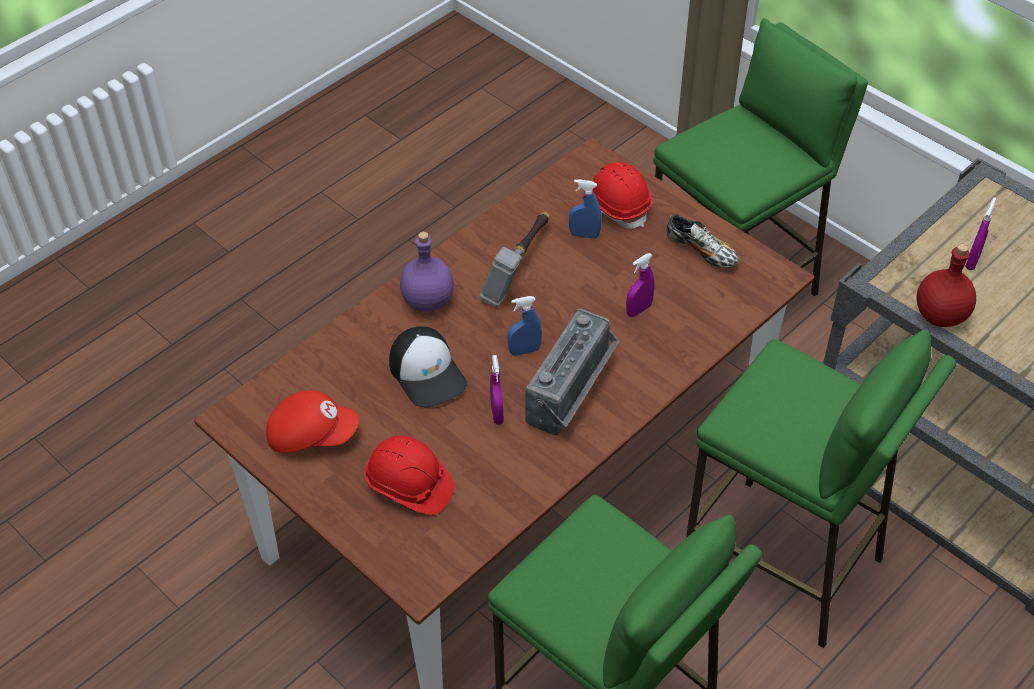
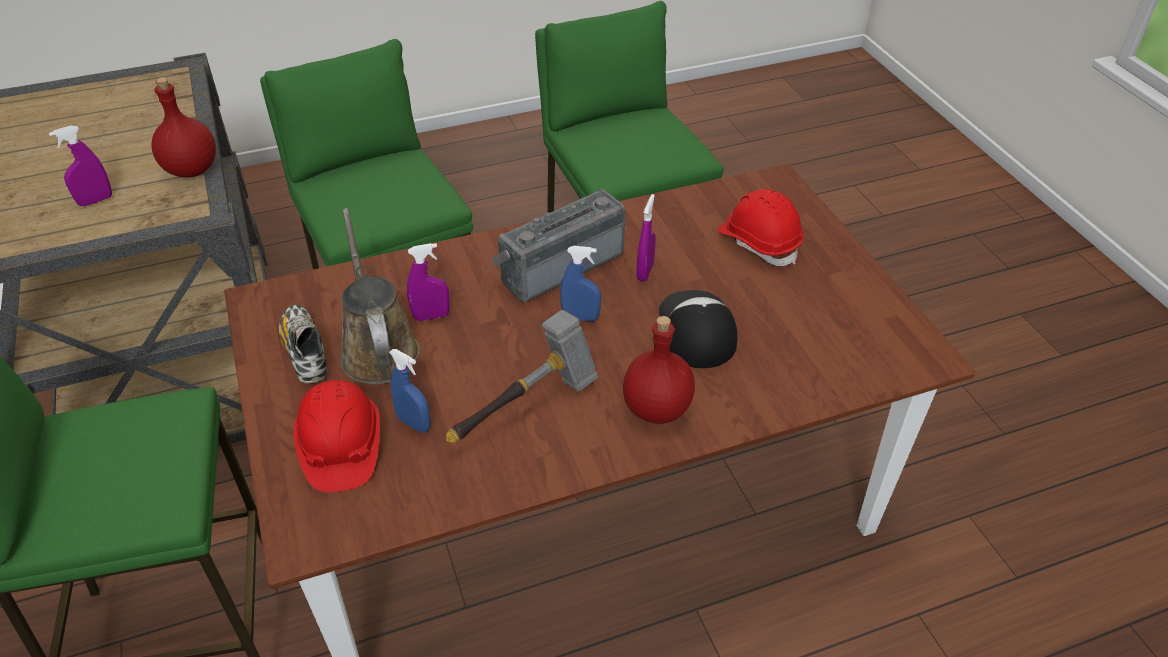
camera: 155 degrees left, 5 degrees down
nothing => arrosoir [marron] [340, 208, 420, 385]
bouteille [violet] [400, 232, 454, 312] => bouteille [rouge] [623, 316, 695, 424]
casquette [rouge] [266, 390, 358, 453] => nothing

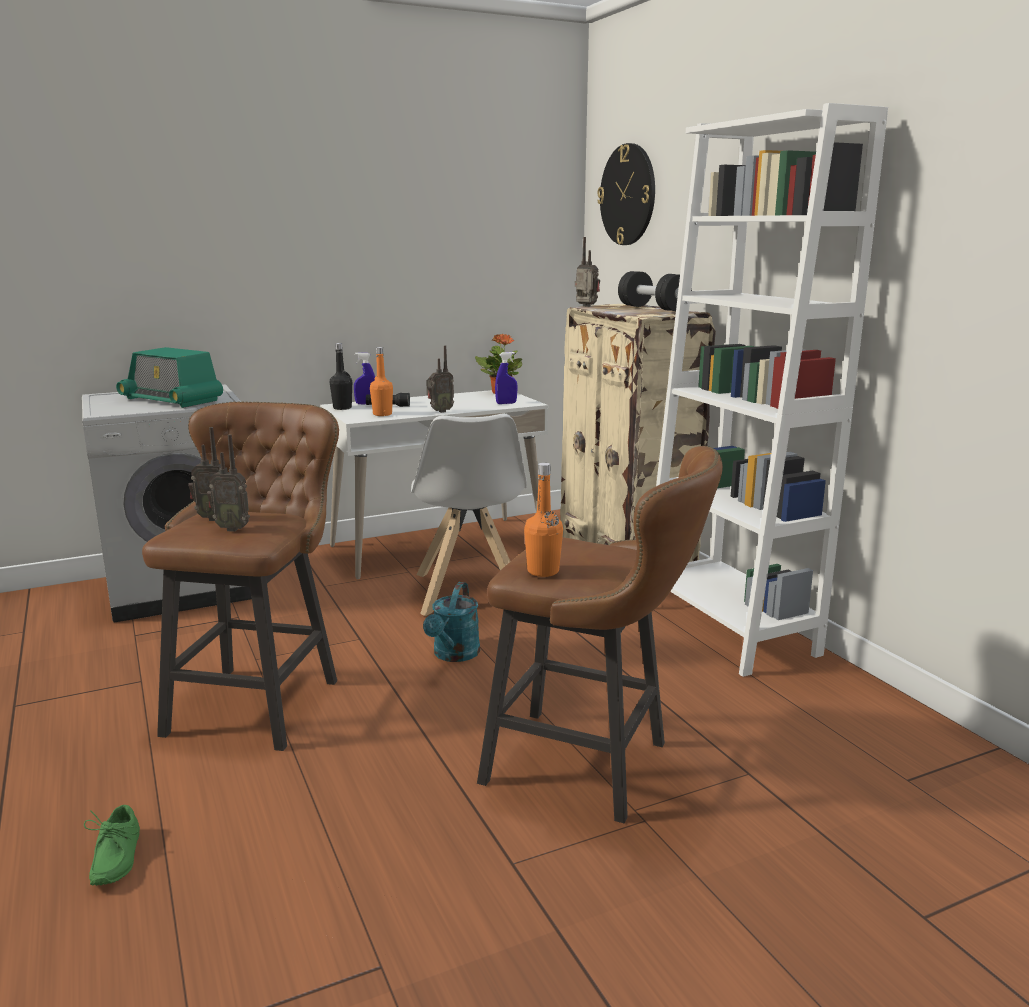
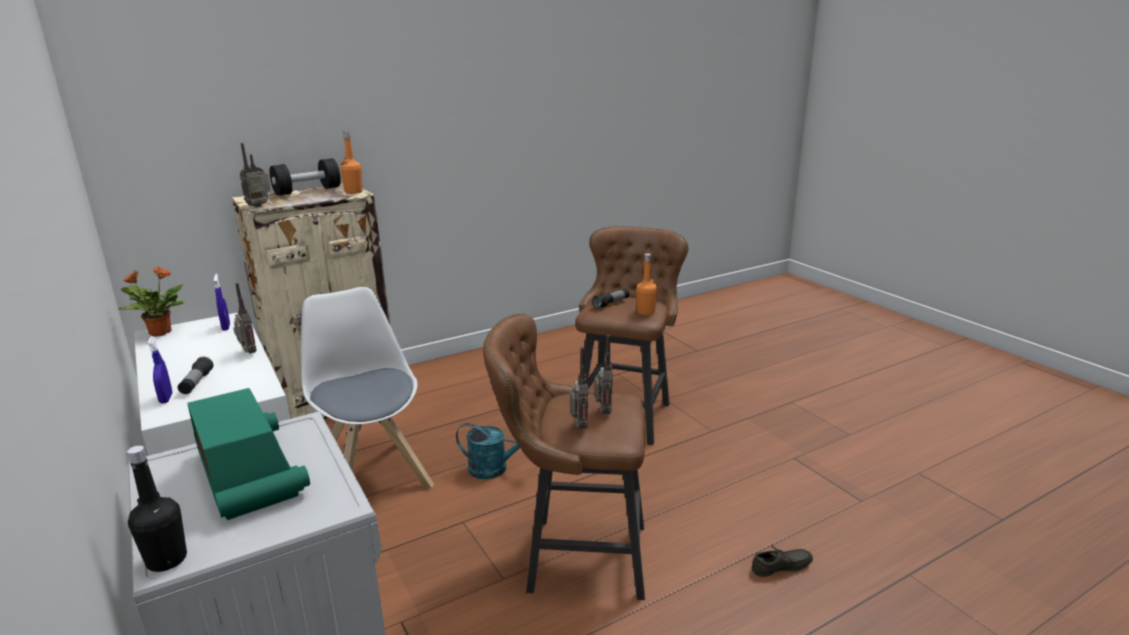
camera: 95 degrees left, 5 degrees up
bouteille [noir] [330, 343, 352, 410] => bouteille [noir] [127, 446, 187, 572], moved
radio [116, 347, 223, 408] => radio [187, 388, 310, 520], 60 degrees counterclockwise
chaise [411, 413, 527, 616] => chaise [301, 287, 434, 488], 105 degrees counterclockwise
bouteille [orange] [370, 347, 393, 416] => bouteille [orange] [340, 132, 363, 194], moved
nothing => lampe de poche [592, 289, 629, 309]
chaussure [vert] [84, 805, 140, 886] => chaussure [gris] [752, 545, 813, 577]
horloge murale [597, 143, 655, 245] => nothing
bibliothèque [blanc] [656, 103, 888, 677] => nothing

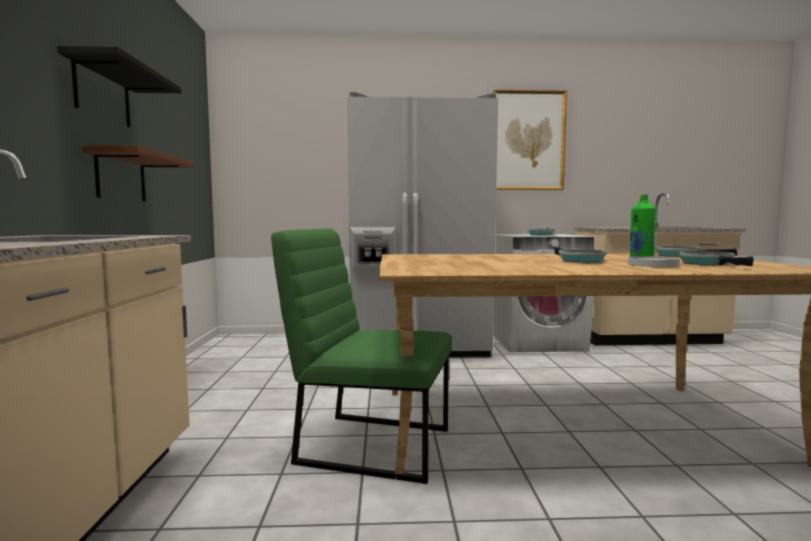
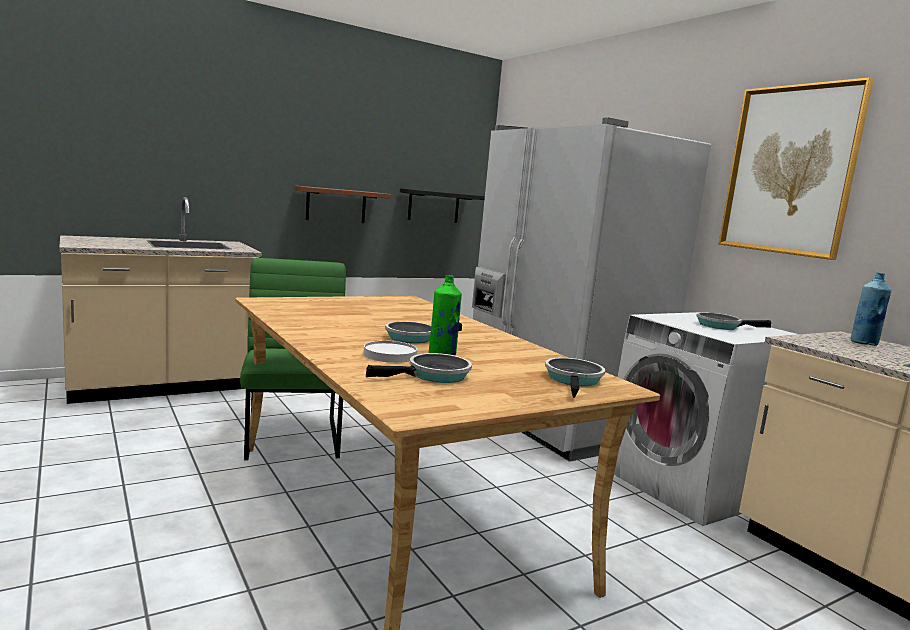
camera: 60 degrees right, 5 degrees up
étagère [noir] [57, 46, 182, 127] => étagère [noir] [400, 188, 485, 223], moved
nothing => bouteille [bleu] [851, 273, 892, 346]

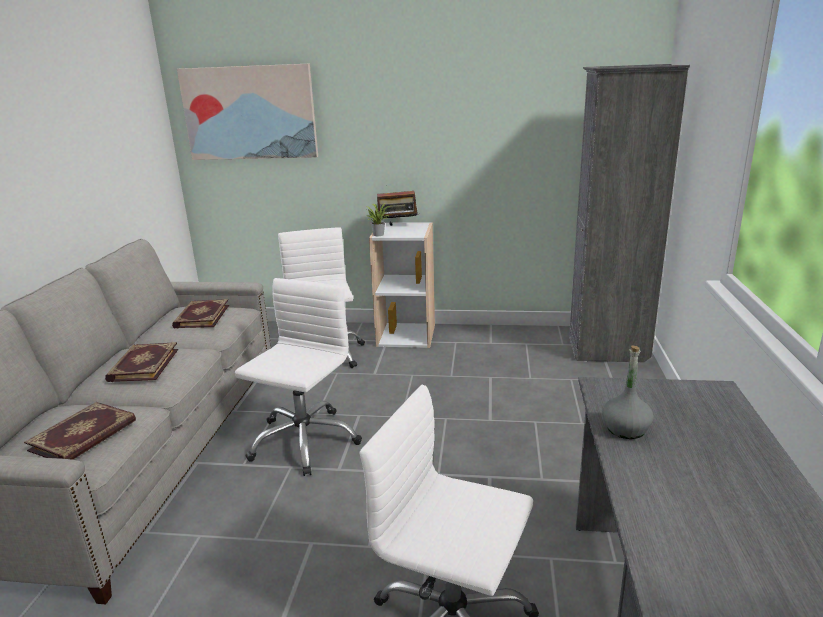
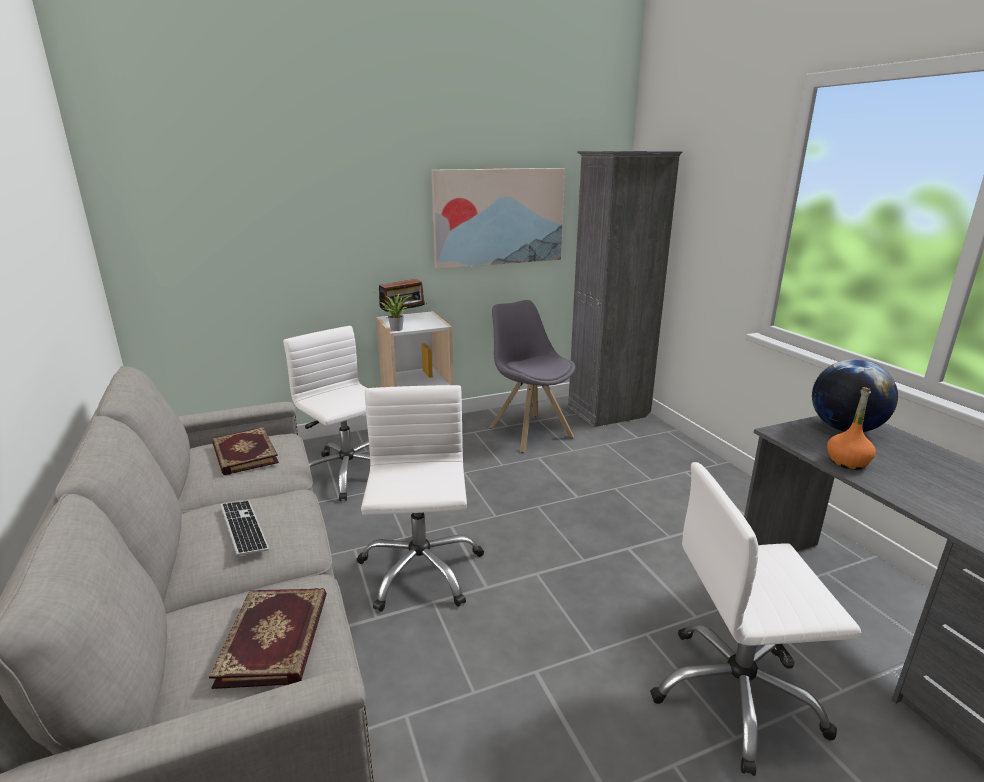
camera: 30 degrees left, 0 degrees up
livre [105, 342, 178, 382] => clavier [221, 501, 269, 557]
tableau [177, 64, 318, 160] => tableau [431, 168, 565, 269], moved
nothing => chaise [gris] [489, 300, 575, 453]
nothing => globe [812, 359, 898, 432]
bouteille [gris] [602, 345, 654, 439] => bouteille [orange] [827, 387, 876, 470]

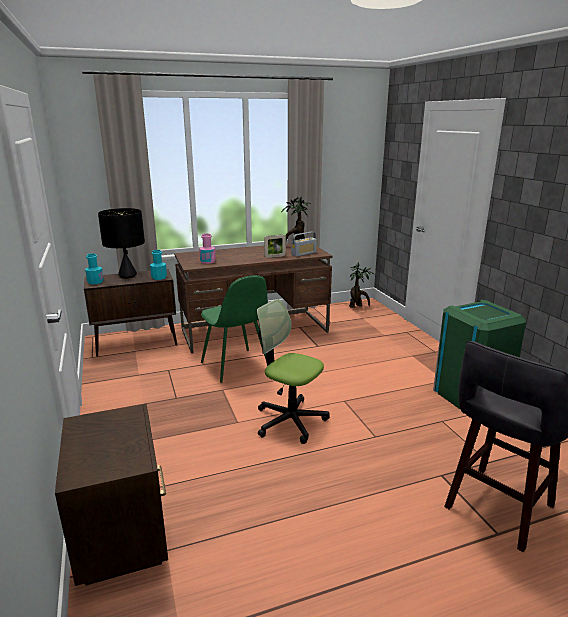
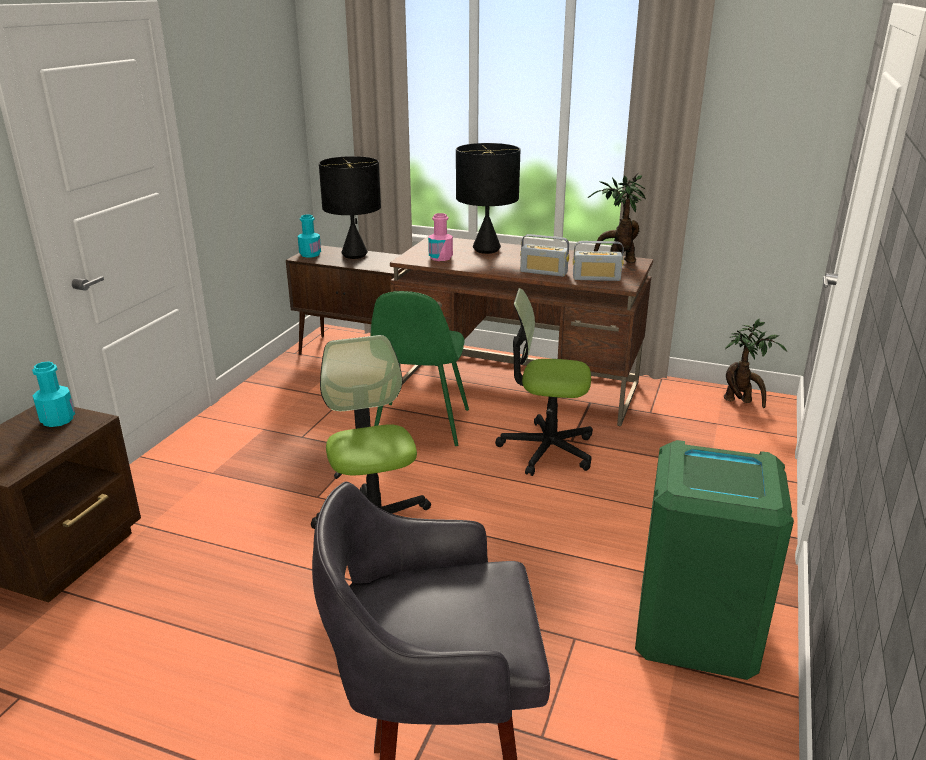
camera: 40 degrees right, 5 degrees up
bouteille [turquoise] [150, 250, 167, 280] => bouteille [turquoise] [32, 361, 75, 427], moved
nothing => lampe de table [noir] [456, 143, 520, 254]
nothing => chaise de bureau [495, 288, 593, 476]
cadre photo [264, 235, 286, 258] => radio [520, 234, 569, 277]

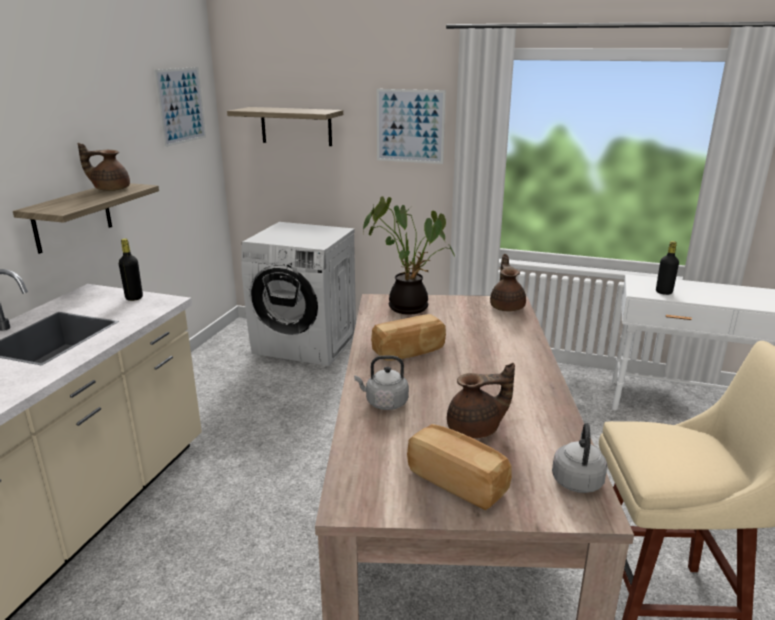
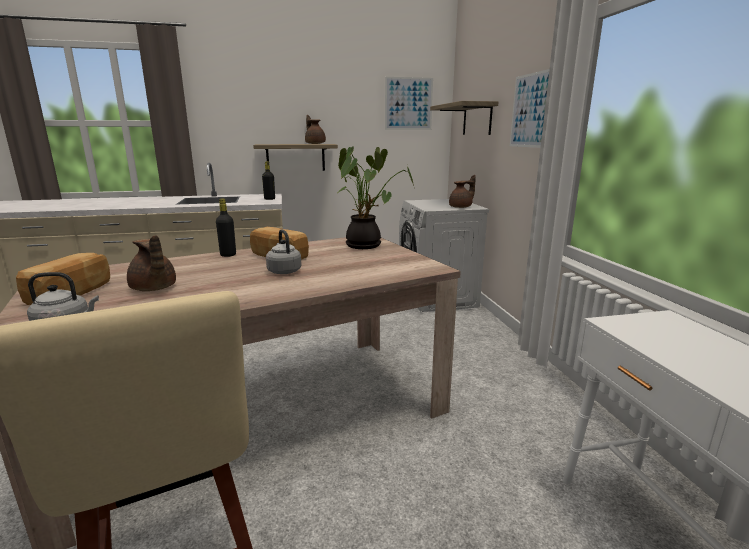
camera: 60 degrees right, 5 degrees down
bouteille [noir] [656, 241, 679, 295] => bouteille [noir] [216, 199, 236, 257], moved
bouilloire [gris] [354, 356, 409, 410] => bouilloire [gris] [266, 229, 301, 274], moved
théière [marron] [490, 254, 526, 311] => théière [marron] [449, 175, 476, 208], moved

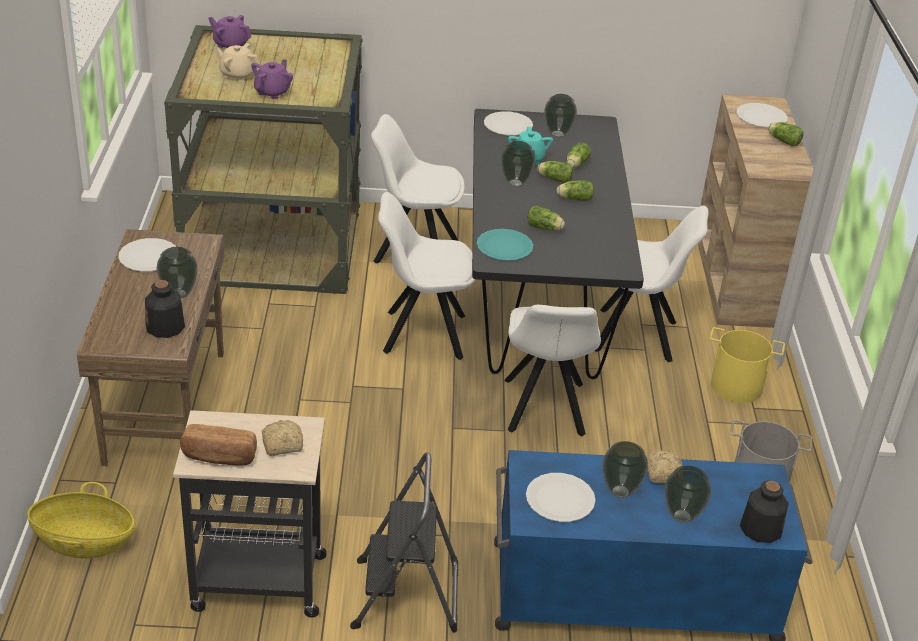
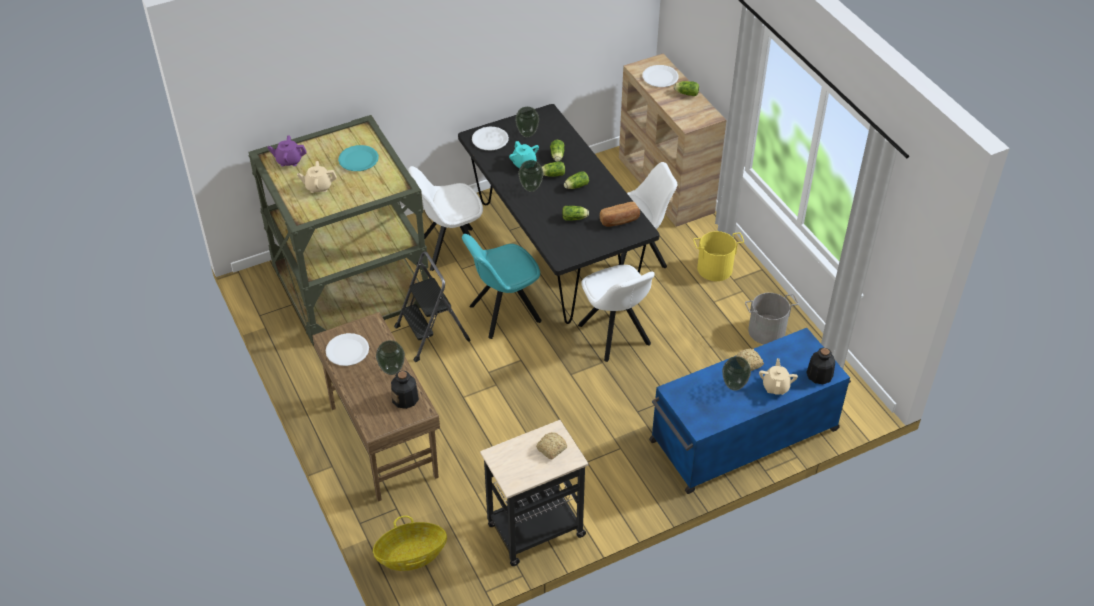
camera: 25 degrees left, 10 degrees up
assiette [turquoise] [477, 229, 533, 261] => assiette [turquoise] [338, 145, 379, 171], moved
escabeau [noir] [350, 453, 458, 633] => escabeau [noir] [394, 251, 471, 362], moved
chaise [blanc] [378, 192, 476, 360] => chaise [turquoise] [462, 234, 542, 339]
pain [180, 424, 257, 466] => pain [600, 202, 640, 227], moved
vase [665, 465, 711, 523] => théière [beige] [759, 358, 798, 395]
théière [violet] [251, 59, 293, 99] => nothing
assiette [blanc] [526, 473, 595, 522] => nothing

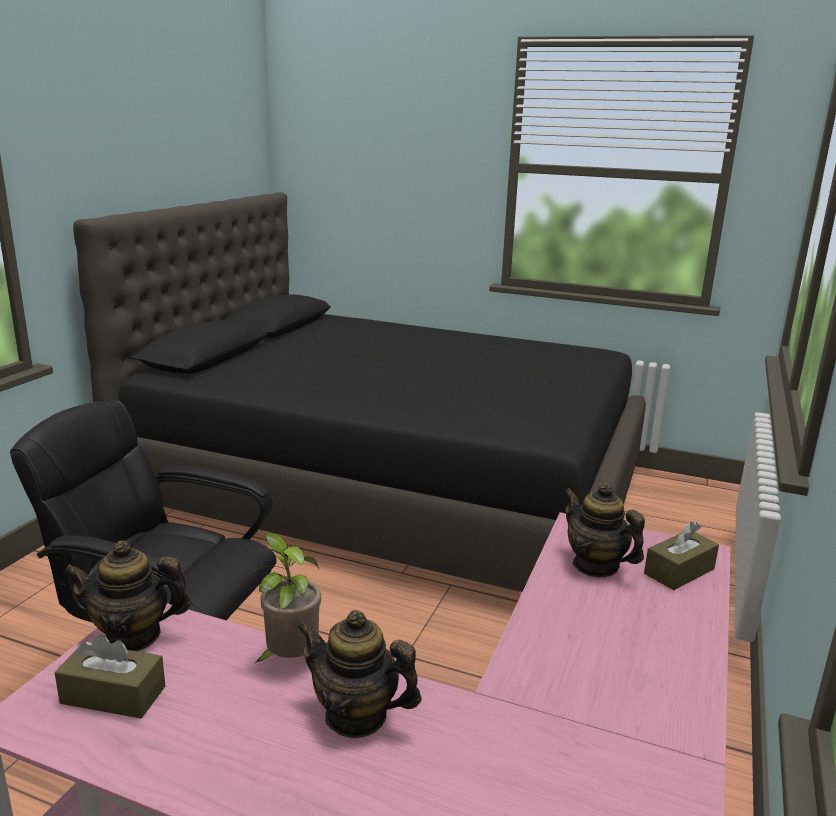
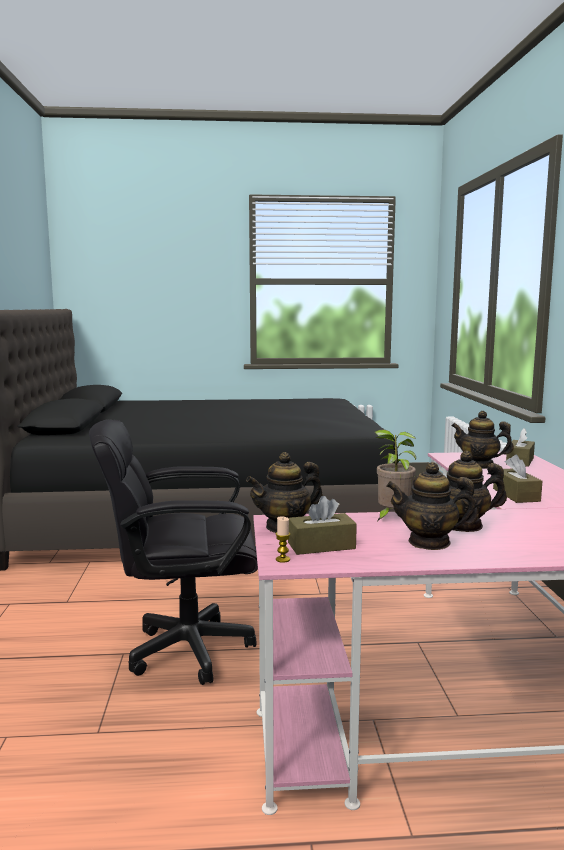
camera: 25 degrees left, 10 degrees down
nothing => bougie [276, 516, 290, 563]
nothing => théière [386, 462, 479, 550]
nothing => boîte à mouchoirs [marron] [493, 455, 542, 503]

